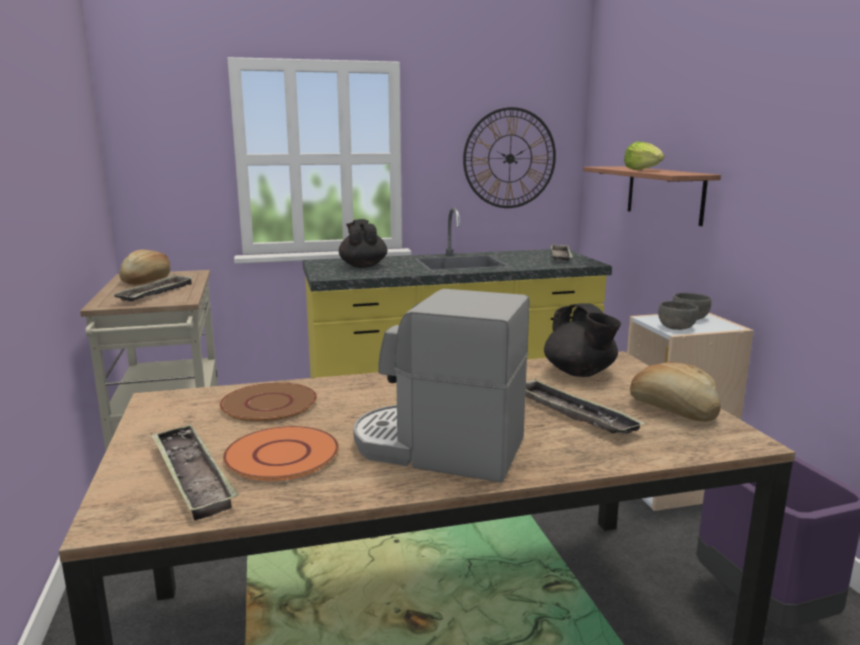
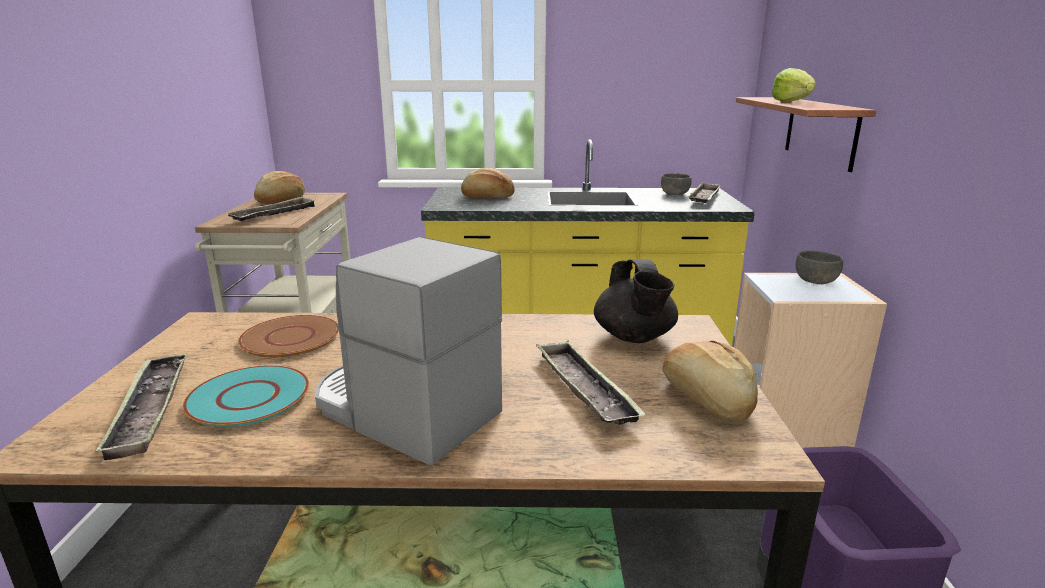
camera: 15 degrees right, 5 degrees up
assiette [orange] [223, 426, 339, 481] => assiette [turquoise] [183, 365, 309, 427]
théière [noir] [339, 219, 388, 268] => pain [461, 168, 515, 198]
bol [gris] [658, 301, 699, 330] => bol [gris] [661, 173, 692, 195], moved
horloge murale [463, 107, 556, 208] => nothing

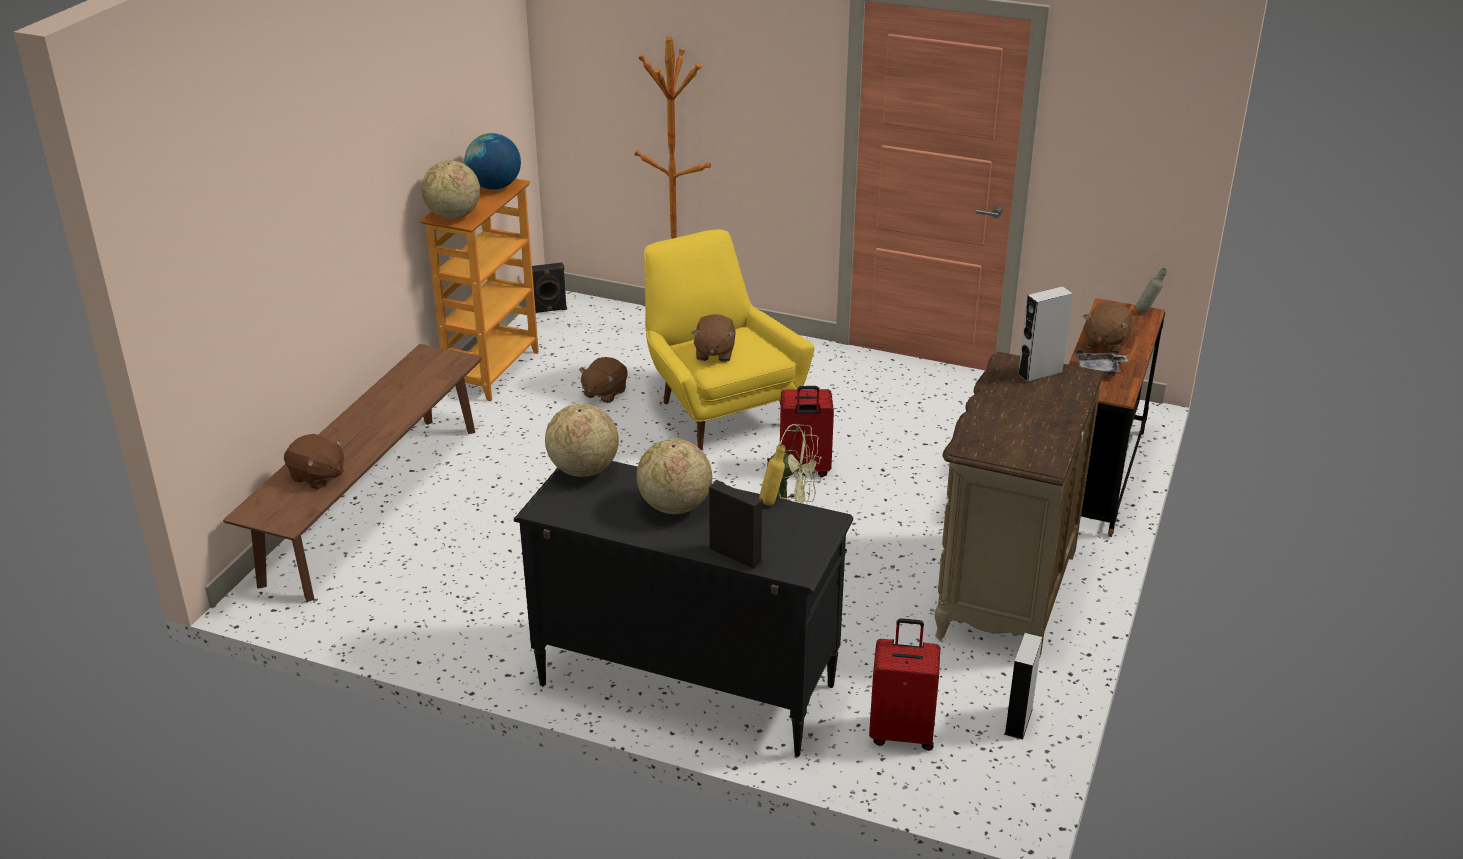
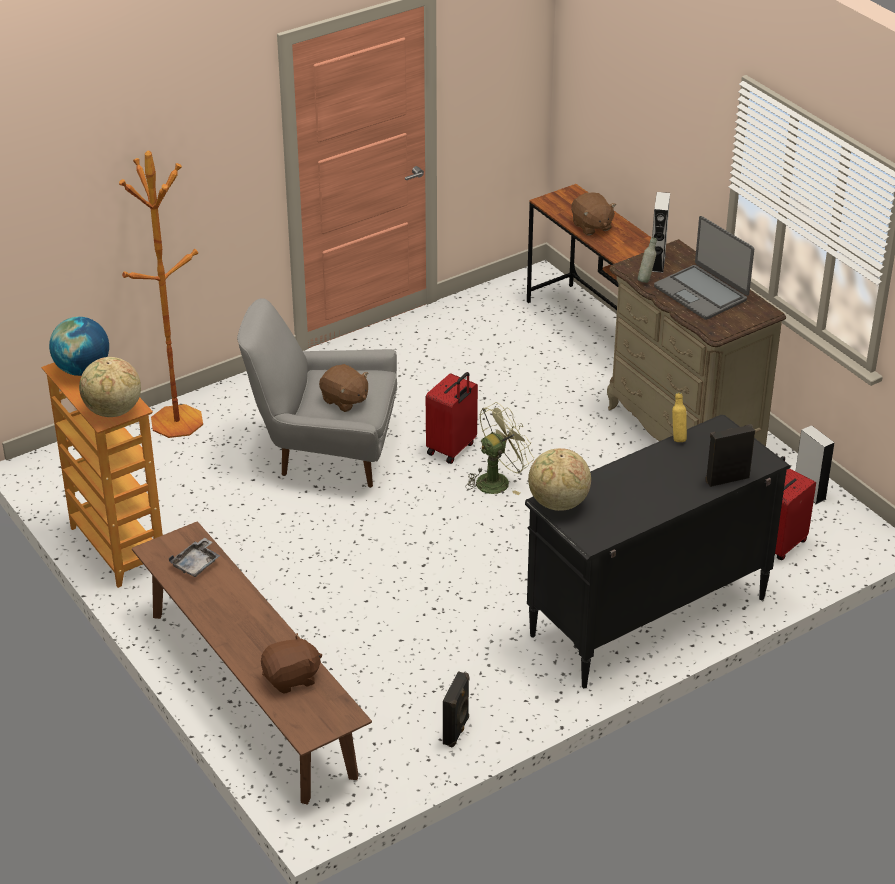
camera: 55 degrees left, 5 degrees up
plateau [gris] [1076, 349, 1128, 376] => plateau [gris] [169, 538, 221, 577], moved
fauteuil [jaune] [644, 229, 815, 450] => fauteuil [gris] [237, 298, 397, 488]
enceinte [noir] [532, 263, 567, 313] => enceinte [noir] [443, 671, 470, 748], moved
bouteille [gris] [1136, 268, 1167, 313] => bouteille [gris] [638, 237, 657, 283], moved
nothing => ordinateur portable [654, 216, 754, 320]
peluche [marron] [579, 357, 628, 403] => nothing
globe [636, 439, 712, 514] => nothing

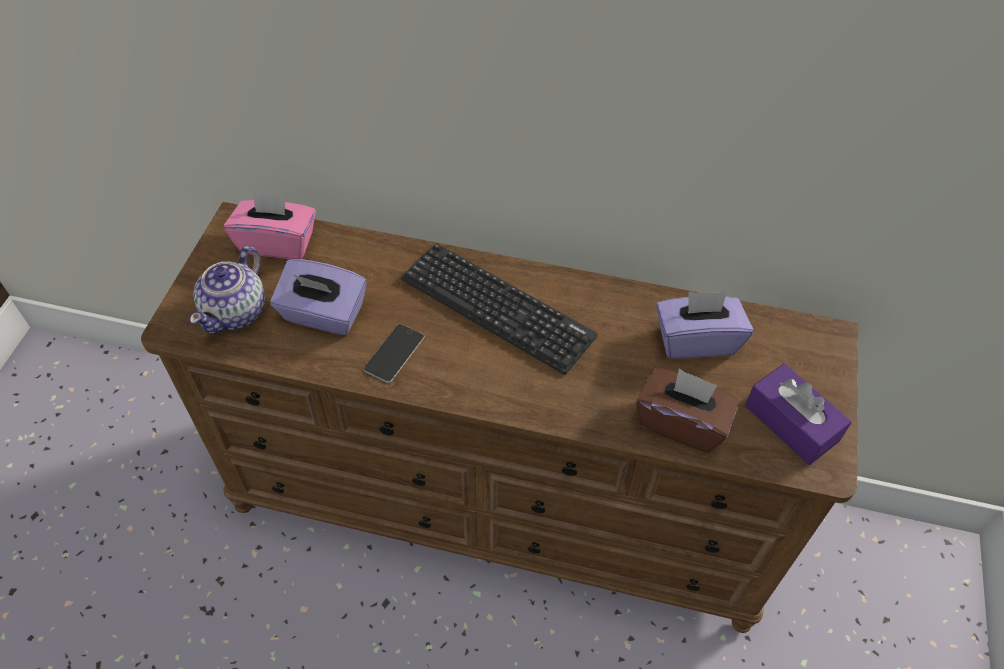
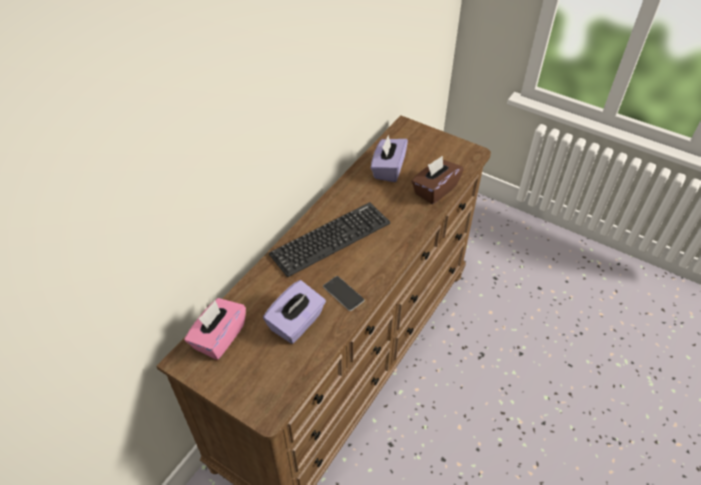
camera: 70 degrees left, 5 degrees down
théière [190, 246, 265, 333] => nothing
boîte à mouchoirs [violet] [745, 363, 852, 465] => nothing

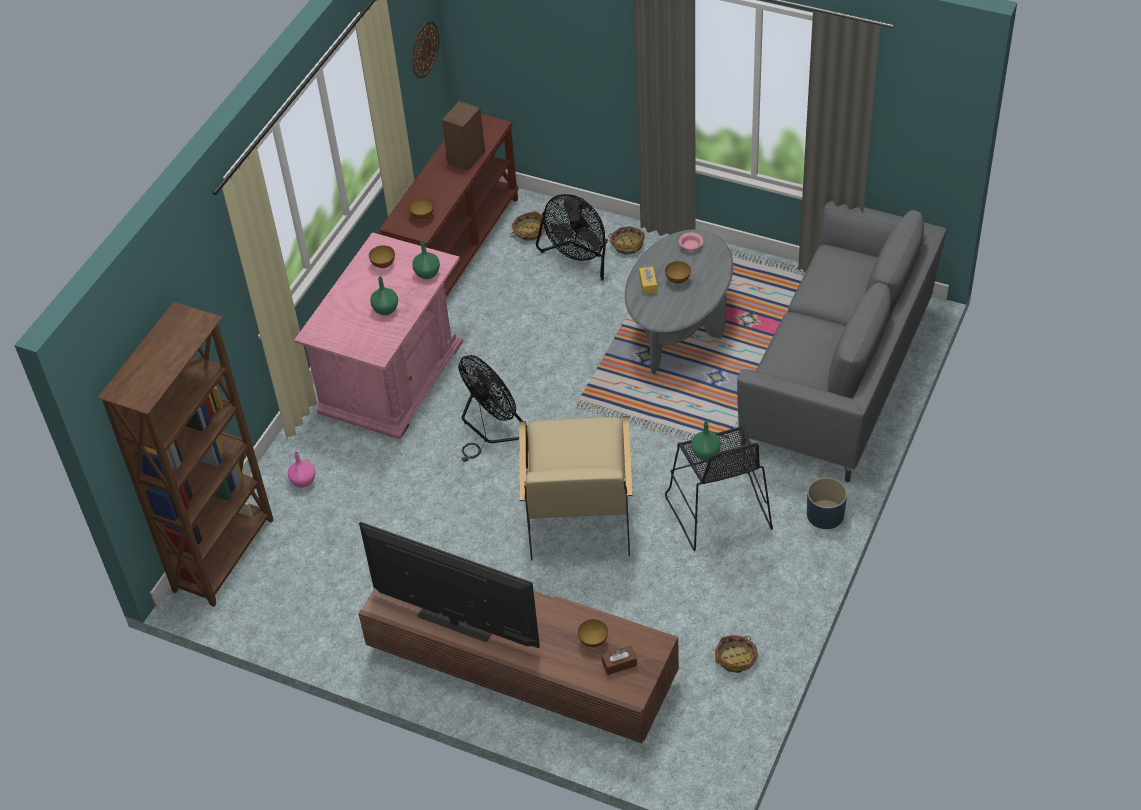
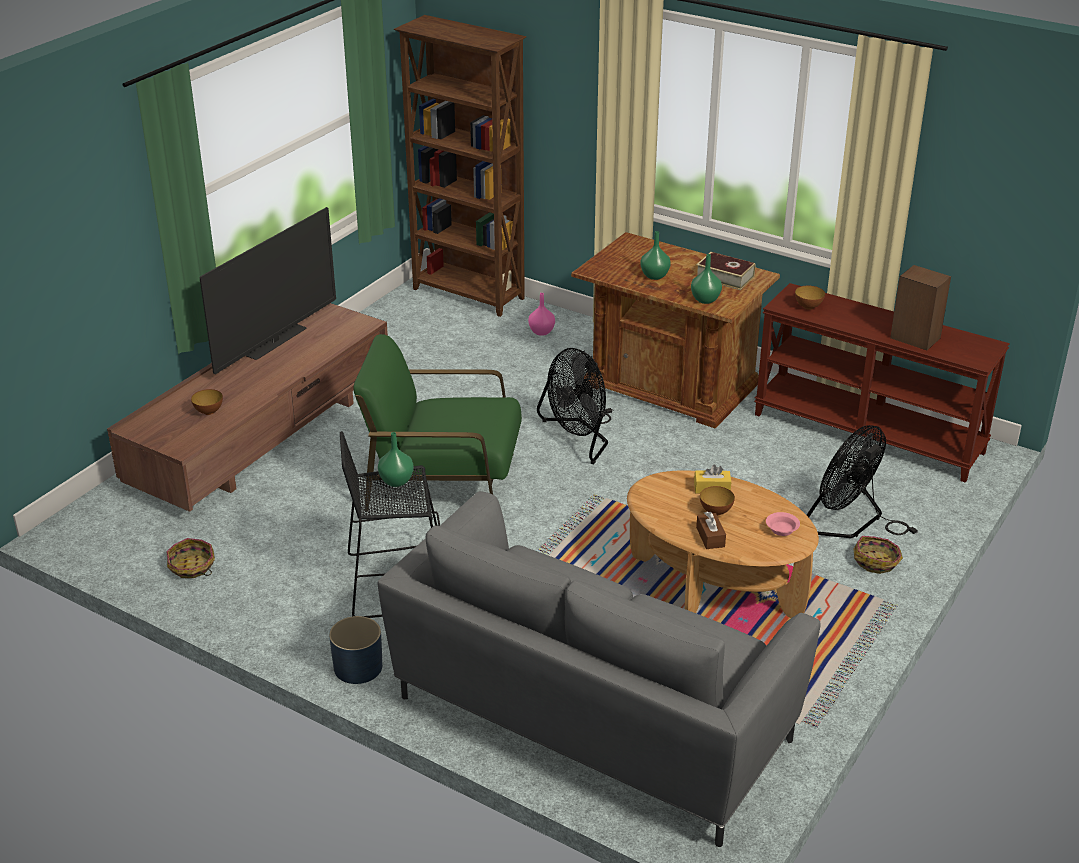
camera: 95 degrees right, 15 degrees down
fauteuil [beige] [519, 416, 633, 561] => fauteuil [vert] [354, 334, 522, 511]
ventilateur [noir] [458, 355, 523, 462] => ventilateur [noir] [537, 348, 613, 465], 90 degrees clockwise
meuble de rangement [rose] [294, 232, 463, 439] => meuble de rangement [marron] [571, 232, 780, 428]
table basse [gris] [625, 230, 733, 374] => table basse [marron] [627, 470, 819, 618]
bol [369, 245, 395, 268] => livre [696, 252, 755, 290]
boîte à mouchoirs [marron] [602, 645, 637, 675] => boîte à mouchoirs [marron] [696, 512, 726, 549], moved
horloge murale [412, 21, 440, 79] => nothing
panier [510, 211, 546, 241] => nothing

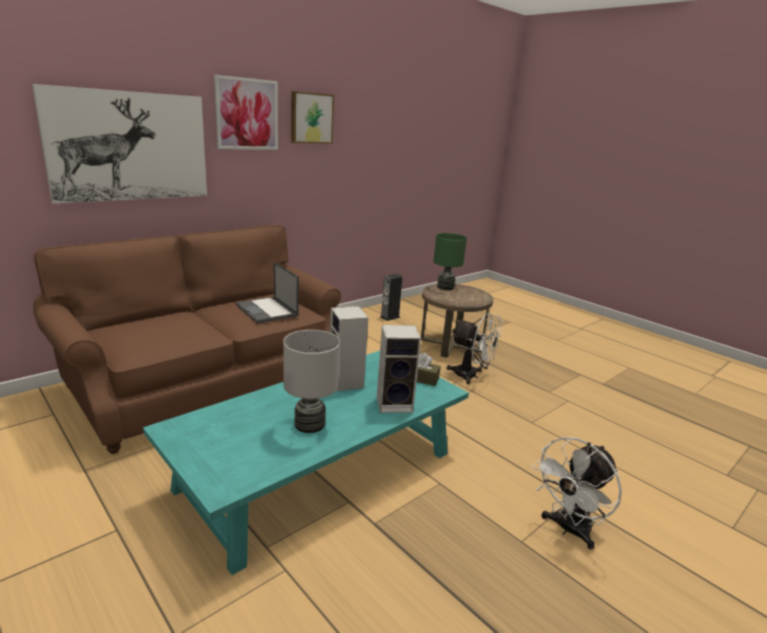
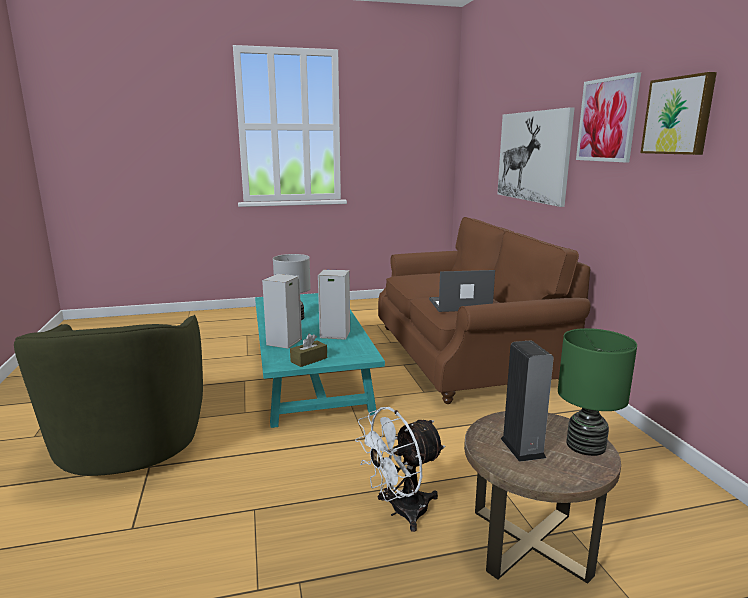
camera: 120 degrees right, 5 degrees down
ventilateur [blanc] [532, 437, 622, 550] => fauteuil [vert] [14, 315, 203, 476]
enceinte [380, 274, 402, 321] => enceinte [500, 340, 554, 462], moved

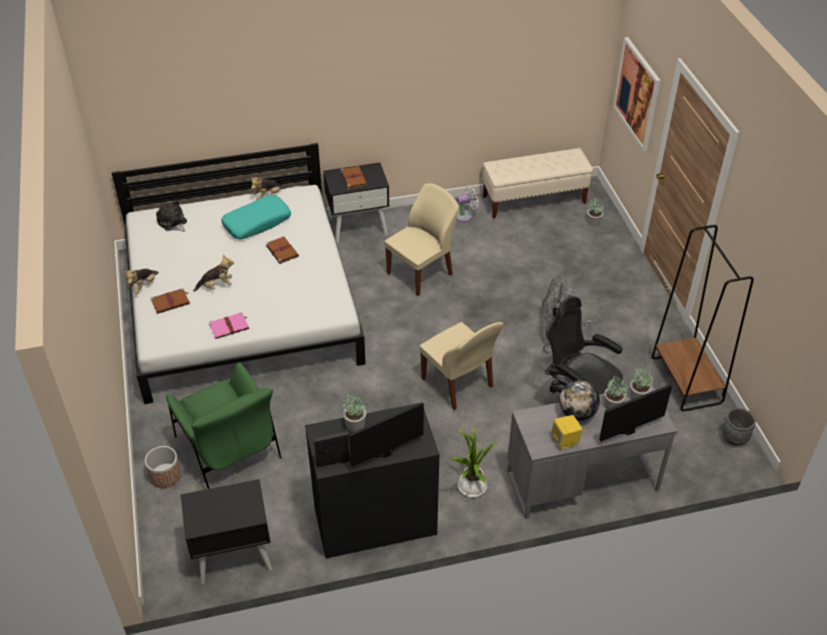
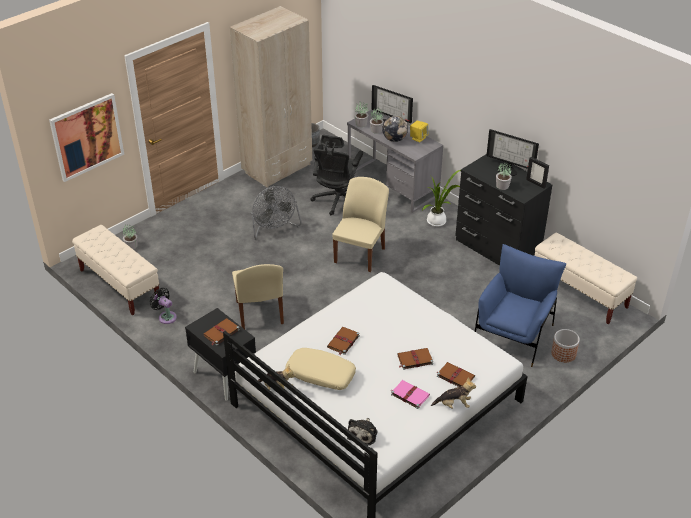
camera: 120 degrees left, 5 degrees down
ventilateur [blanc] [456, 185, 479, 222] => ventilateur [noir] [150, 288, 177, 324]
portant [652, 225, 754, 411] => armoire [beige] [230, 6, 312, 188]
chaise [beige] [385, 183, 459, 296] => chaise [beige] [232, 264, 284, 329], 120 degrees counterclockwise
coussin [turquoise] [221, 195, 291, 239] => coussin [beige] [285, 348, 356, 390]
livre [rose] [209, 312, 249, 339] => livre [rose] [391, 380, 430, 409], moved
peluche [193, 254, 234, 292] => livre [marron] [397, 348, 433, 370]
fauteuil [vert] [166, 362, 282, 489] => fauteuil [bleu] [475, 244, 566, 367]
table de chevet [noir] [181, 479, 272, 584] => banc [beige] [534, 233, 637, 324]

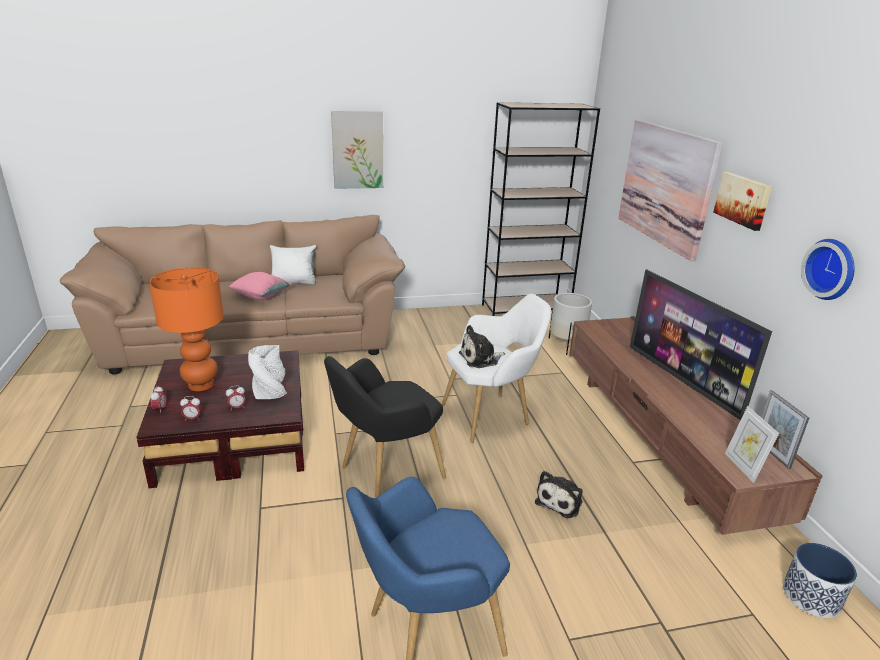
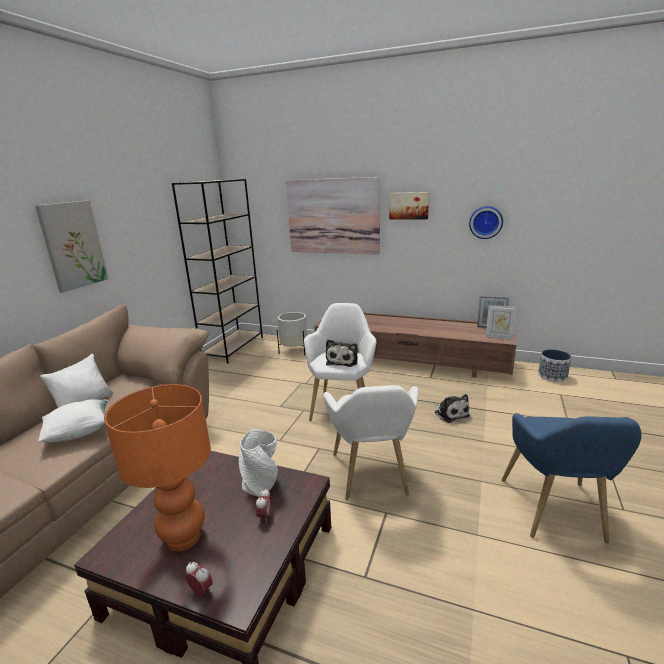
camera: 55 degrees left, 5 degrees down
coussin [rose] [228, 272, 292, 300] => coussin [blanc] [38, 399, 108, 442]
fauteuil [noir] [324, 356, 446, 498] => fauteuil [blanc] [323, 385, 419, 500]
réveil [180, 396, 202, 421] => nothing
téléviseur [630, 269, 772, 420] => nothing

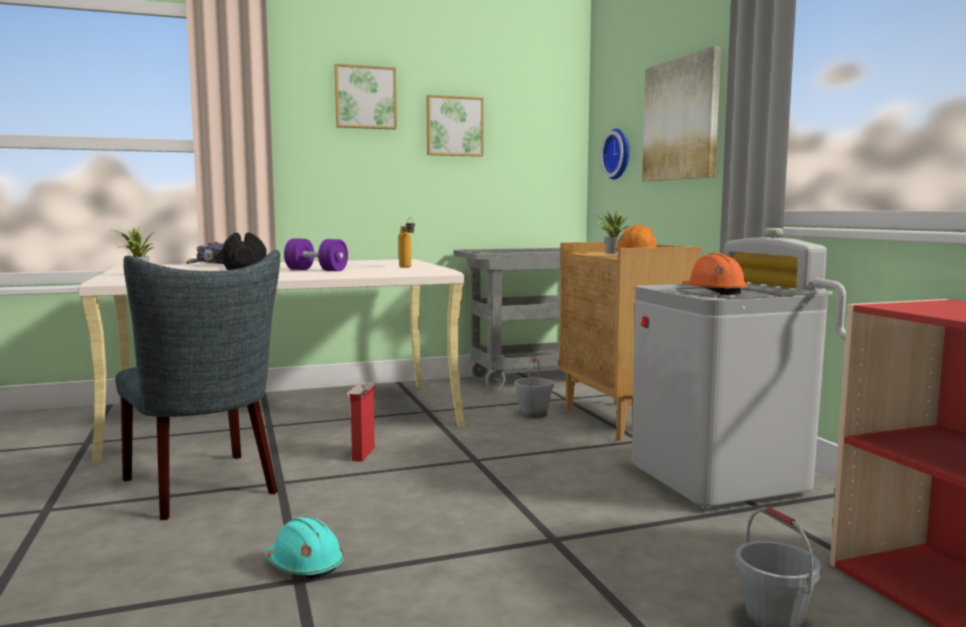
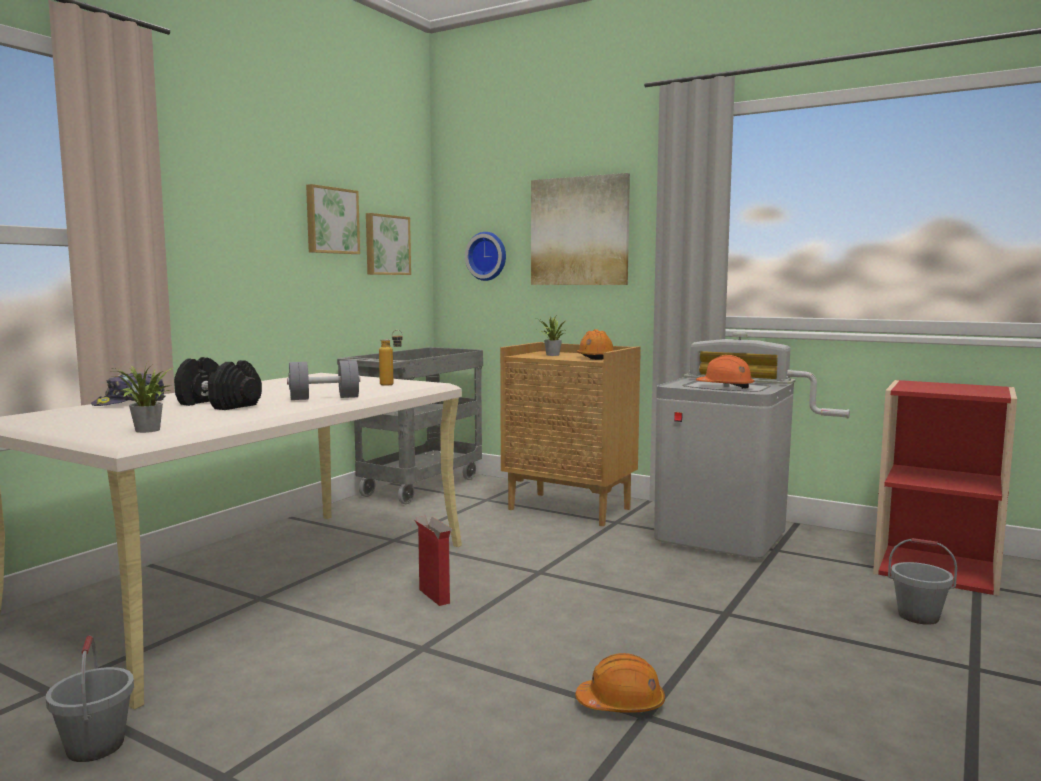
camera: 40 degrees left, 0 degrees up
seau [gris] [515, 357, 554, 418] => seau [gris] [46, 636, 134, 762], moved
haltère [violet] [284, 238, 348, 271] => haltère [gris] [287, 360, 360, 400]
tableau [335, 64, 397, 129] => tableau [366, 213, 411, 275], moved
casque de chantier [turquoise] [265, 516, 344, 579] => casque de chantier [orange] [575, 653, 665, 713]
chaise [gris] [115, 250, 280, 520] => nothing

